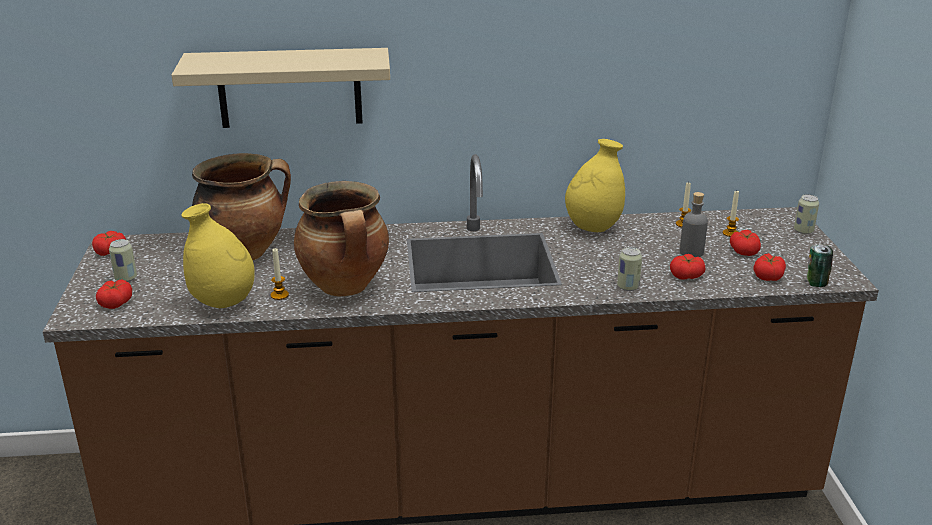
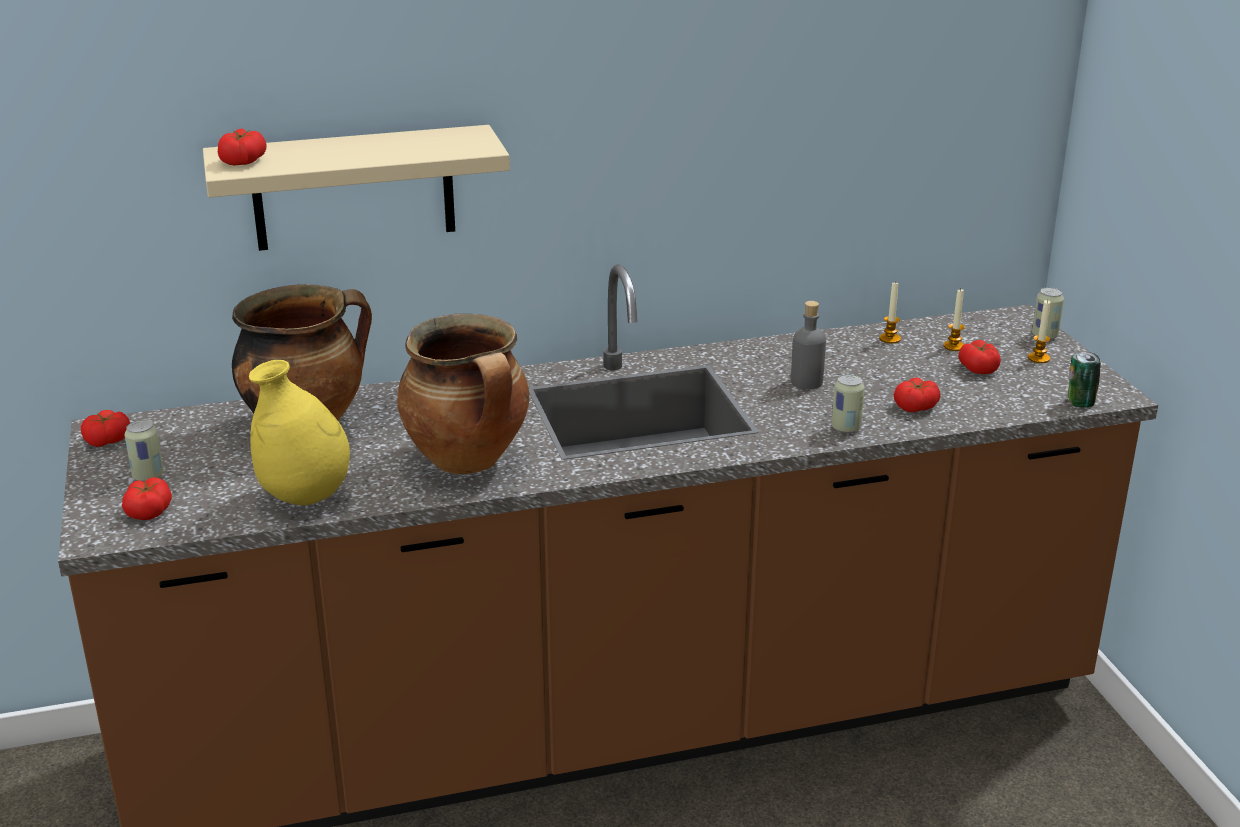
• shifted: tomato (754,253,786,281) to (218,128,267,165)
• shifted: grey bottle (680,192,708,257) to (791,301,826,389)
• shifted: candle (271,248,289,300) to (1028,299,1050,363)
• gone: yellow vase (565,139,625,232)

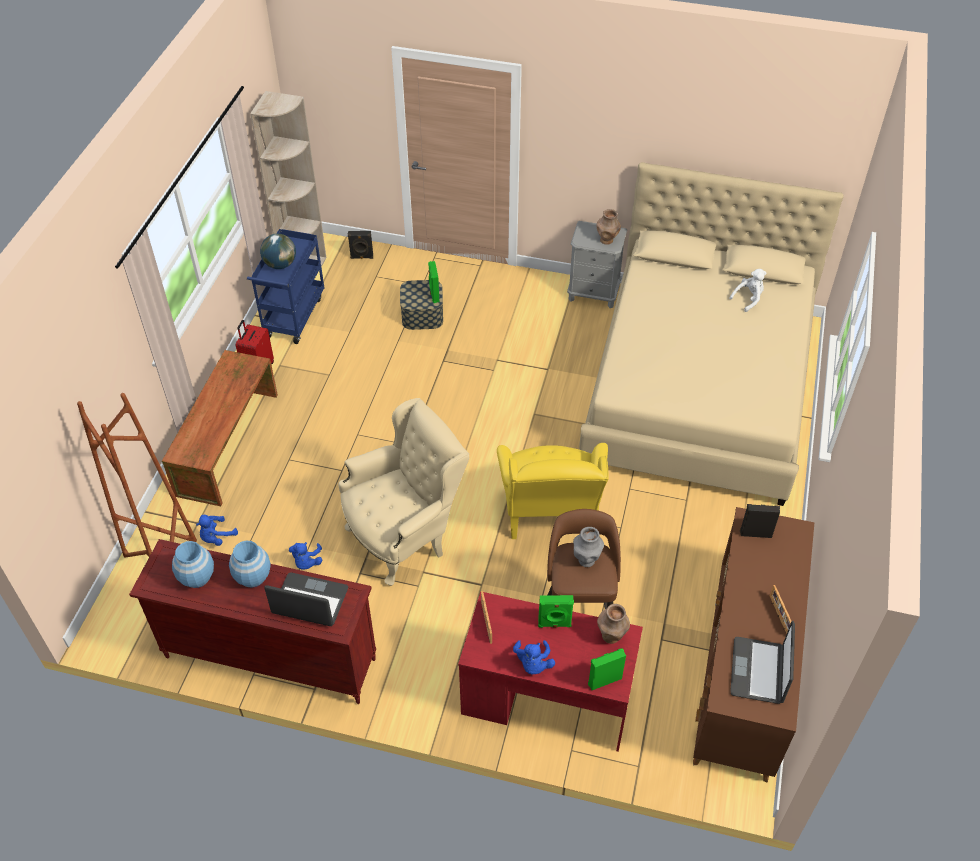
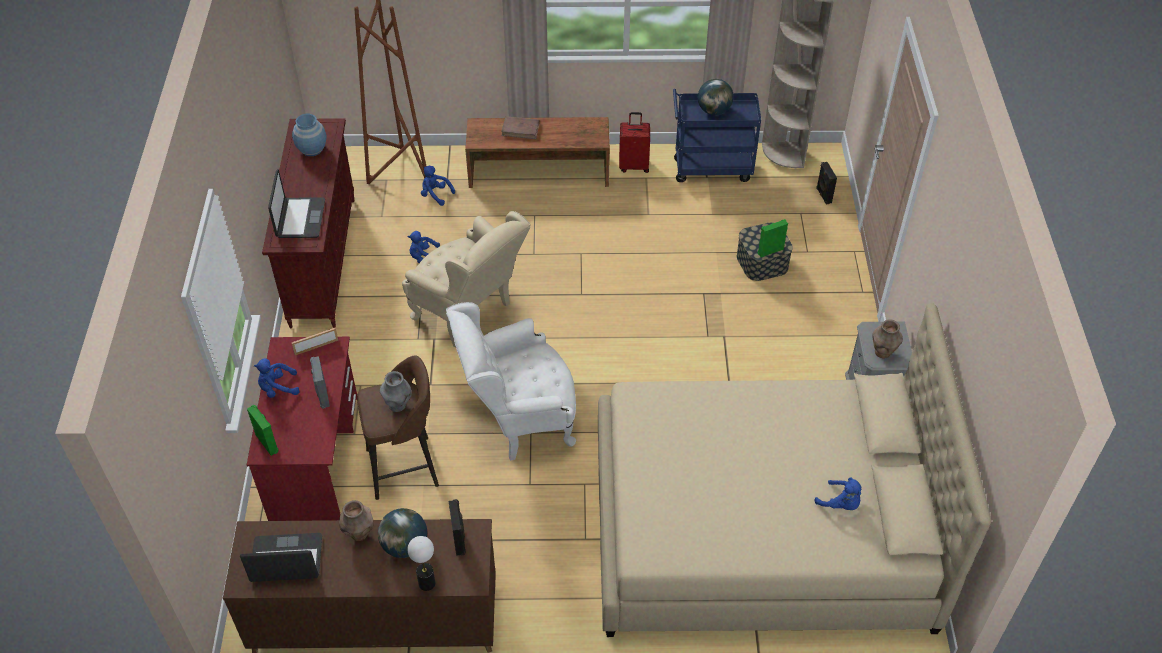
• repainted: green speaker (538,595,574,627) to grey speaker (310,356,330,409)
• shifted: brown vase (597,604,630,644) to (339,500,374,541)
• new: globe (378,508,427,558)
• new: table lamp (407,536,435,591)
• repainted: yellow armchair (497,443,609,539) to white armchair (446,302,576,461)
• new: brown book (501,116,539,139)
• repainted: white plush toy (729,269,766,312) to blue plush toy (815,477,861,510)
• gone: blue vase (229,541,271,587)
• gone: picture frame (770,585,791,634)

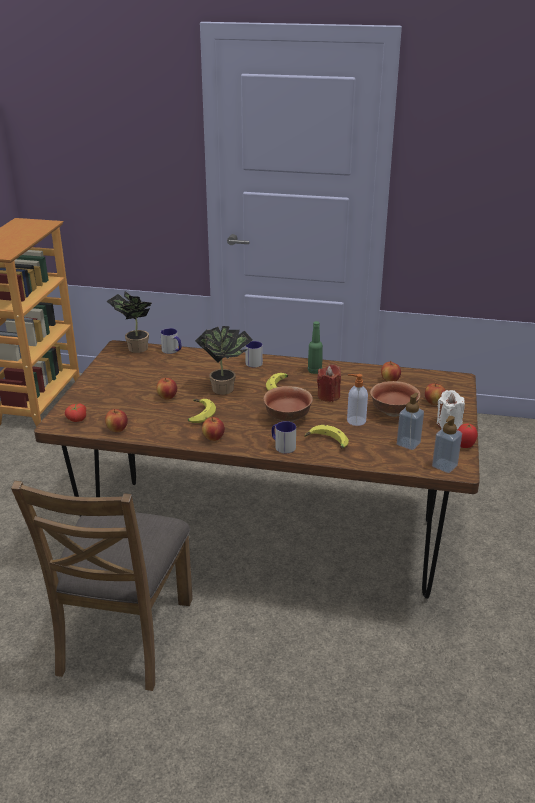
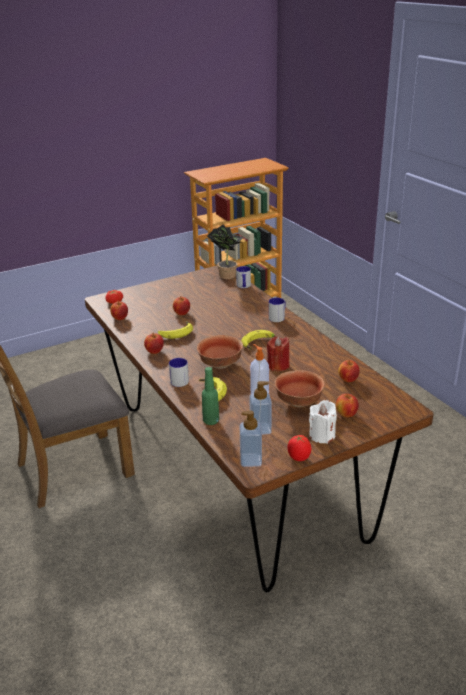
• shifted: green bottle (308,321,323,374) to (202,367,219,425)
• gone: potted plant (195,326,253,395)

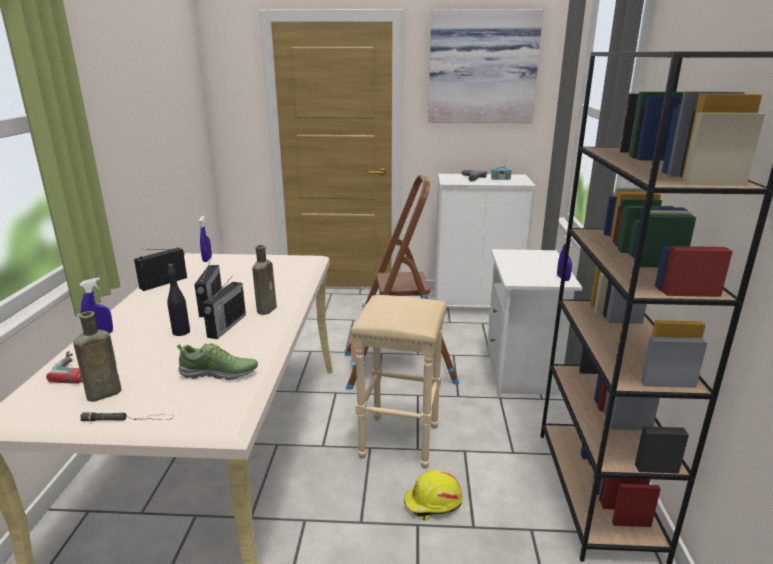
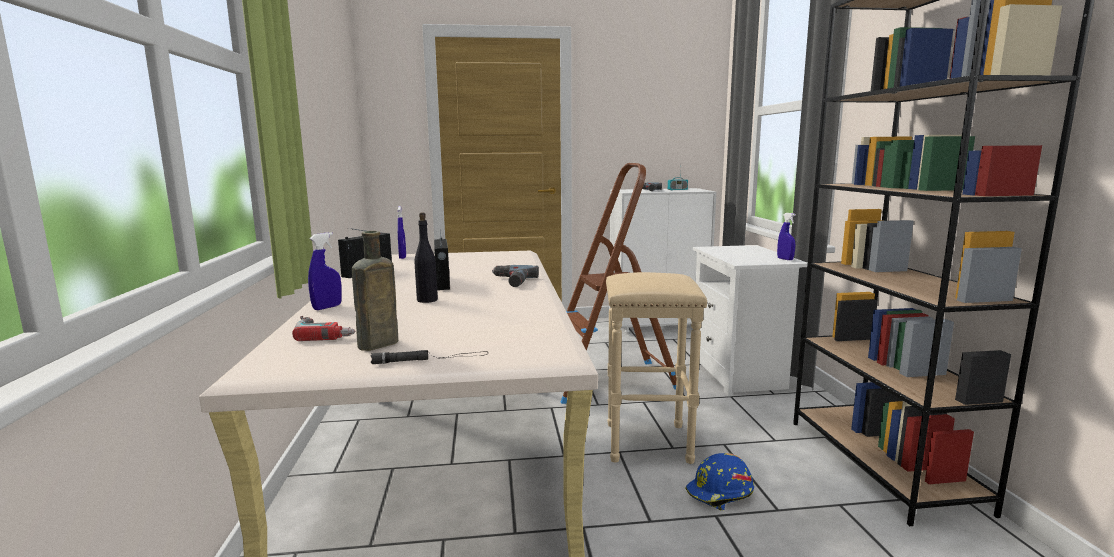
• swapped: brown bottle (252,245,277,315) to power drill (492,265,539,287)
• repainted: yellow hard hat (404,470,463,521) to blue hard hat (685,453,754,510)
• gone: shoe (177,343,258,380)
• gone: radio (202,275,246,339)
• gone: picture (428,9,543,123)

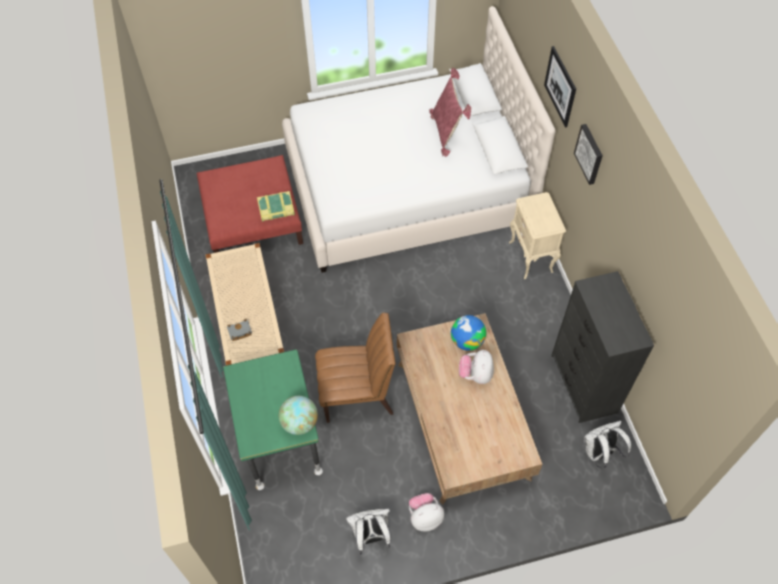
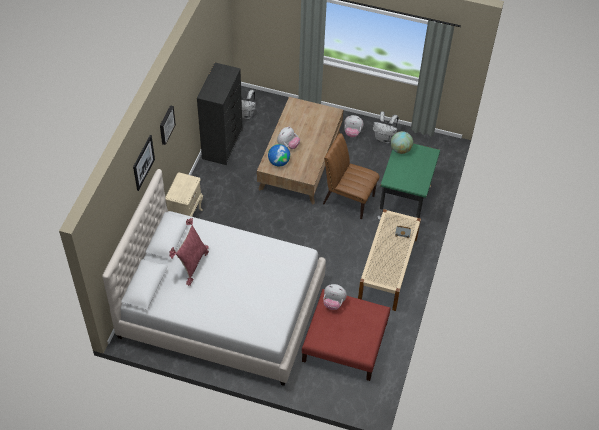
• swapped: book (257,191,295,222) to plush toy (323,284,347,310)

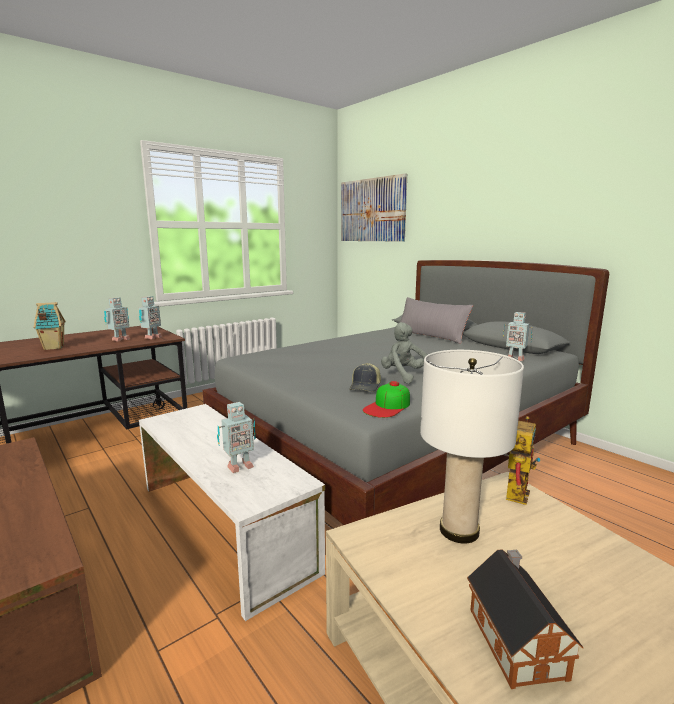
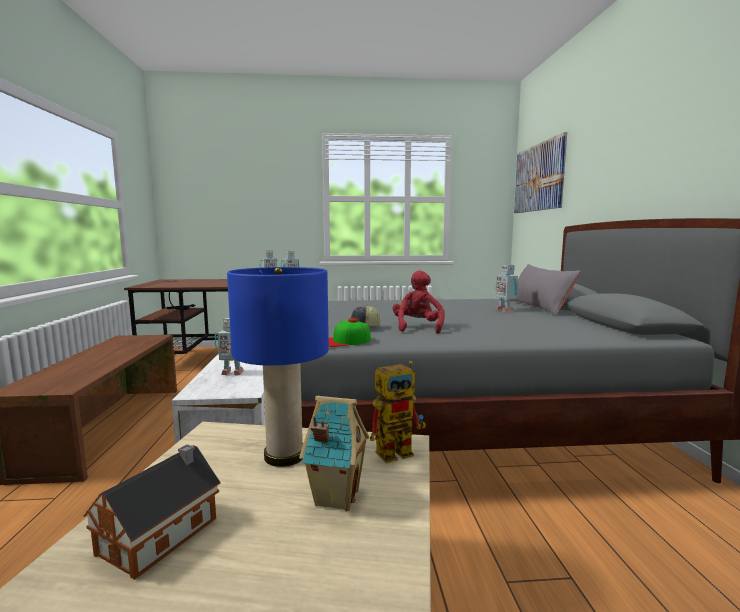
• repainted: white table lamp (420,350,524,543) to blue table lamp (227,267,329,467)
• shifted: toy house (34,302,66,350) to (299,396,369,512)
• repainted: grey plush toy (381,322,427,384) to red plush toy (393,270,445,334)
• shifted: toy robot (503,312,532,361) to (495,264,518,312)

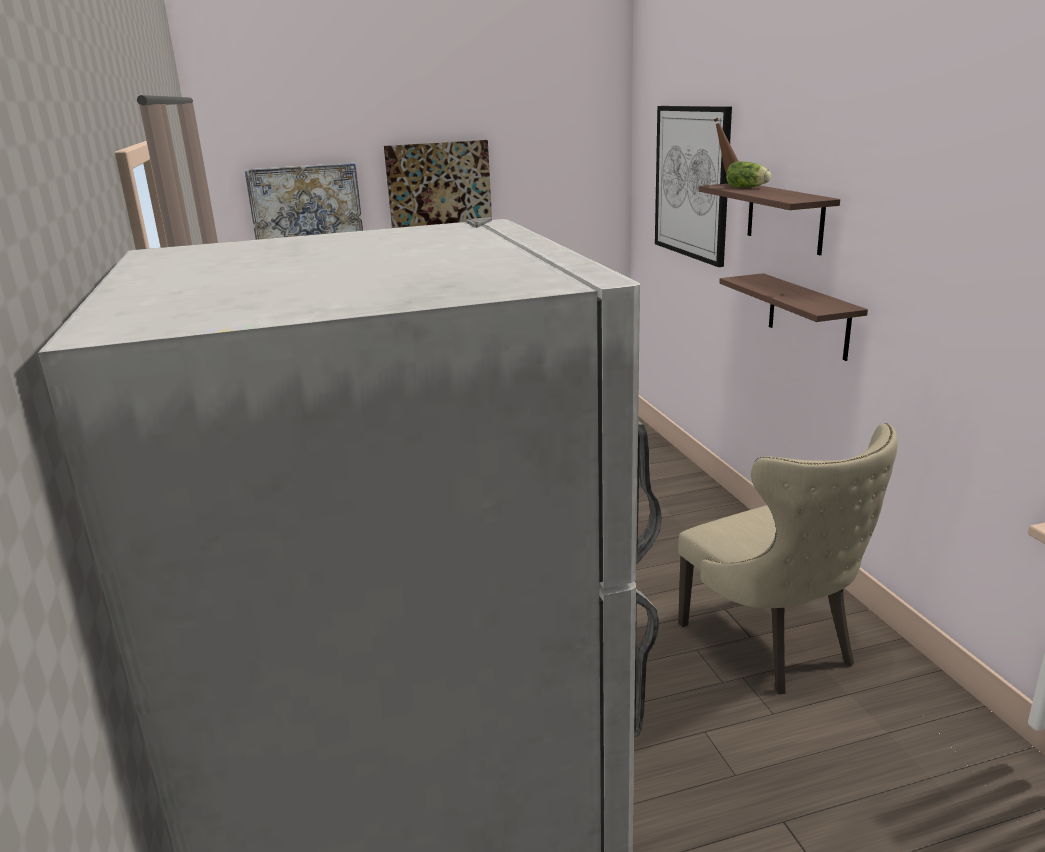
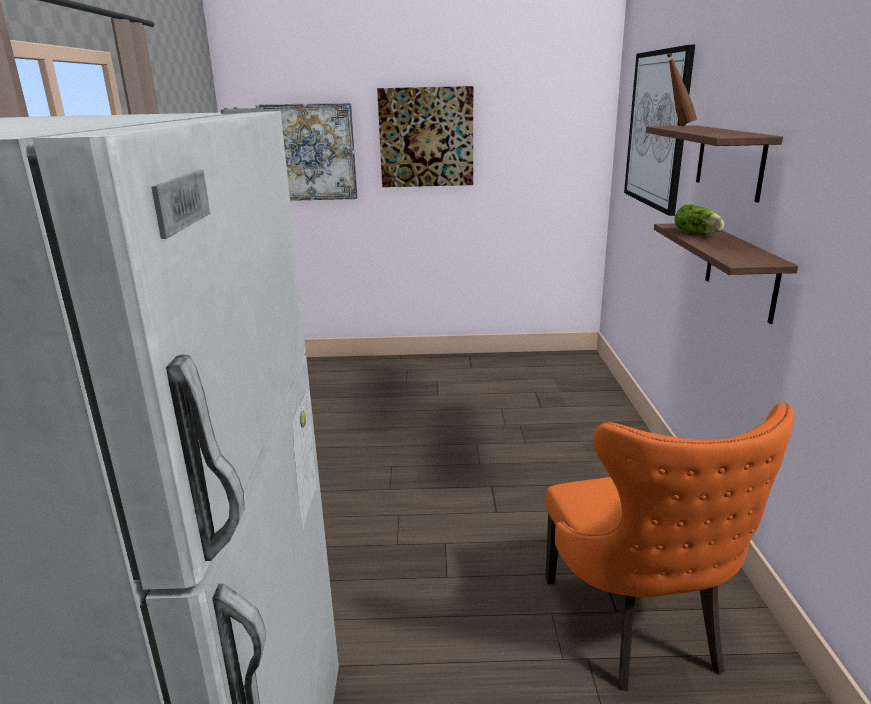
• repainted: beige chair (678,423,898,694) to orange chair (545,403,794,691)
• shifted: lettuce (726,161,771,188) to (674,204,724,235)

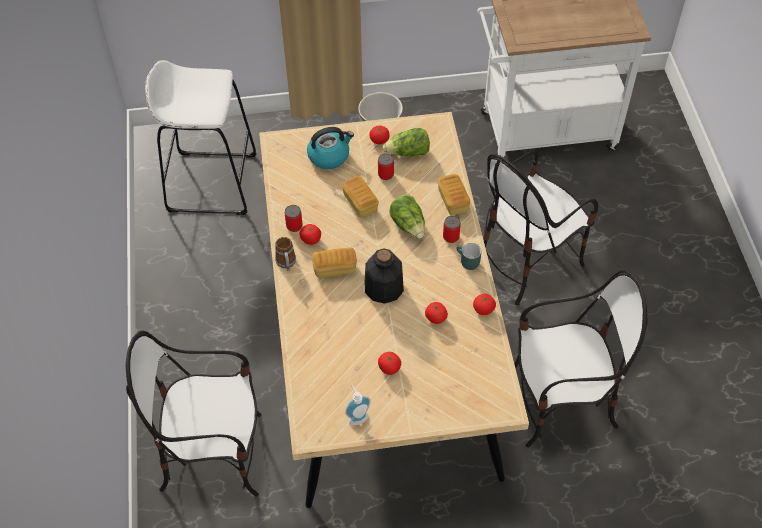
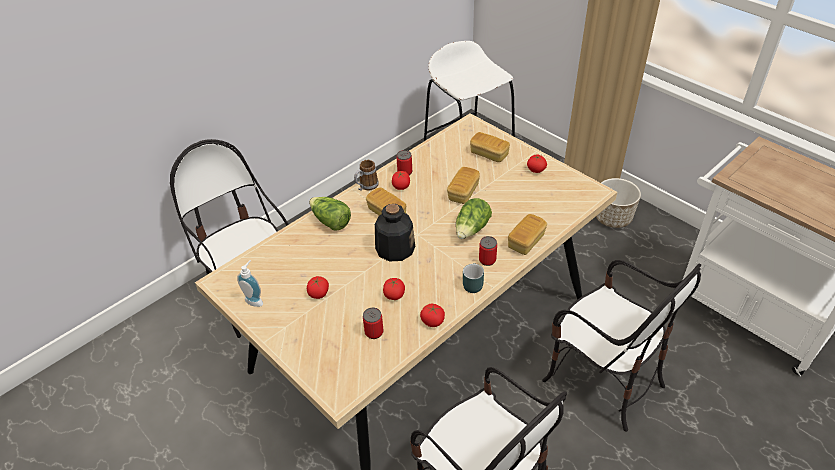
• shifted: lettuce (383,128,430,157) to (309,197,351,231)
• shifted: can (378,153,394,180) to (363,307,384,339)
• swapped: kettle (307,127,354,169) to bread (470,132,510,162)
• rotated: chair (483,150,598,306) = (542,260,701,432) 150 degrees counterclockwise

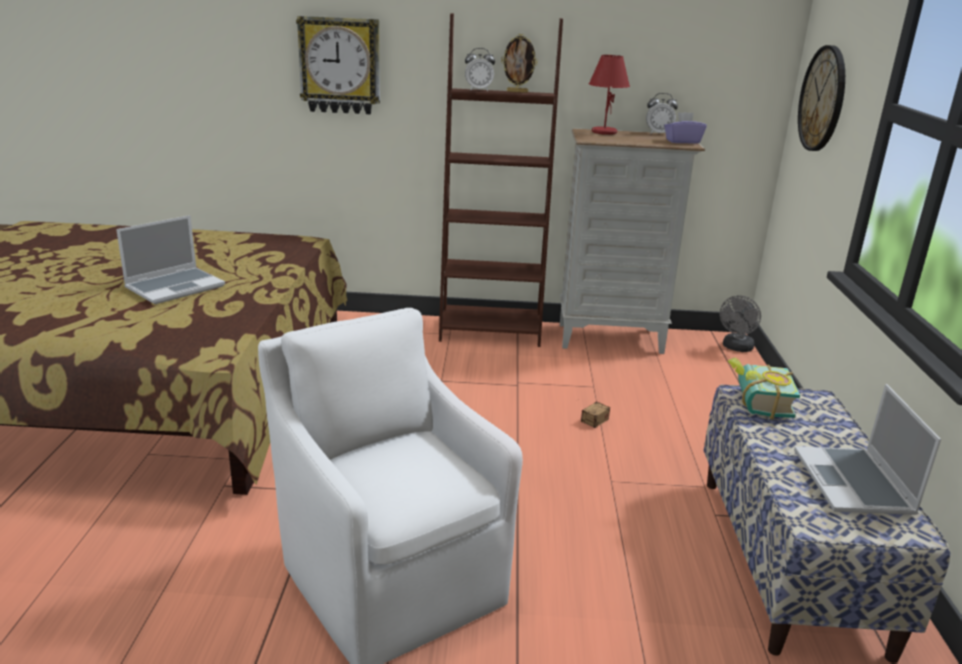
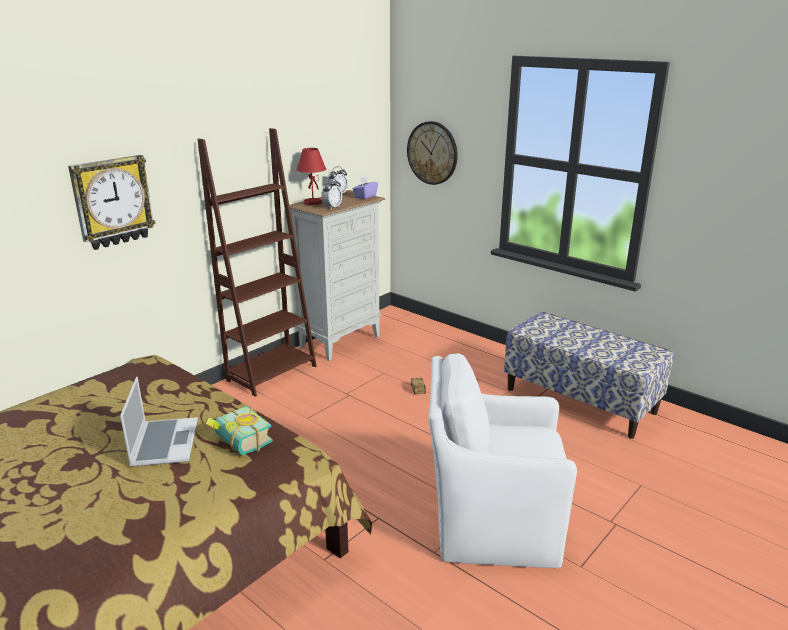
• shifted: book (728,358,800,419) to (206,406,273,455)
• shifted: alarm clock (465,48,495,91) to (321,178,342,209)
• gone: picture frame (501,34,538,93)
• gone: grey fan (720,295,761,352)
• gone: laptop (794,384,941,515)

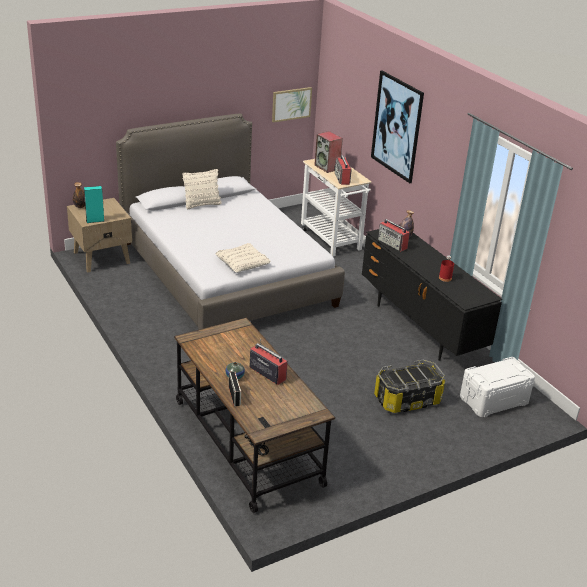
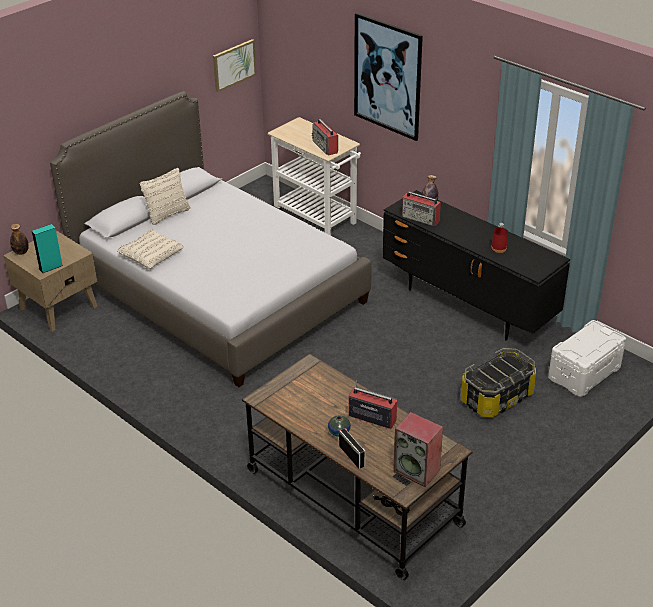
• shifted: beige pillow (216,243,270,273) to (117,229,183,269)
• shifted: speaker (314,131,343,173) to (393,412,443,487)

